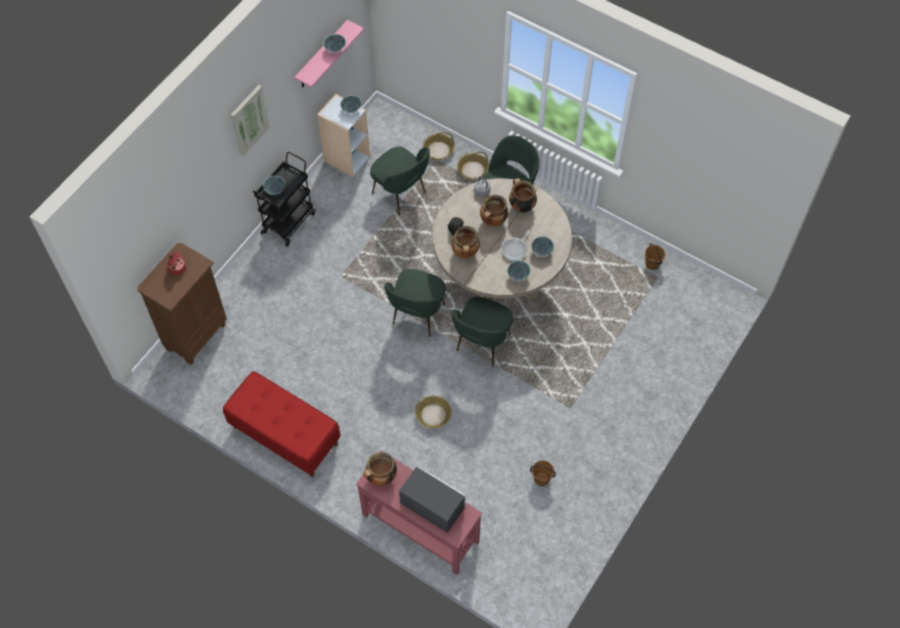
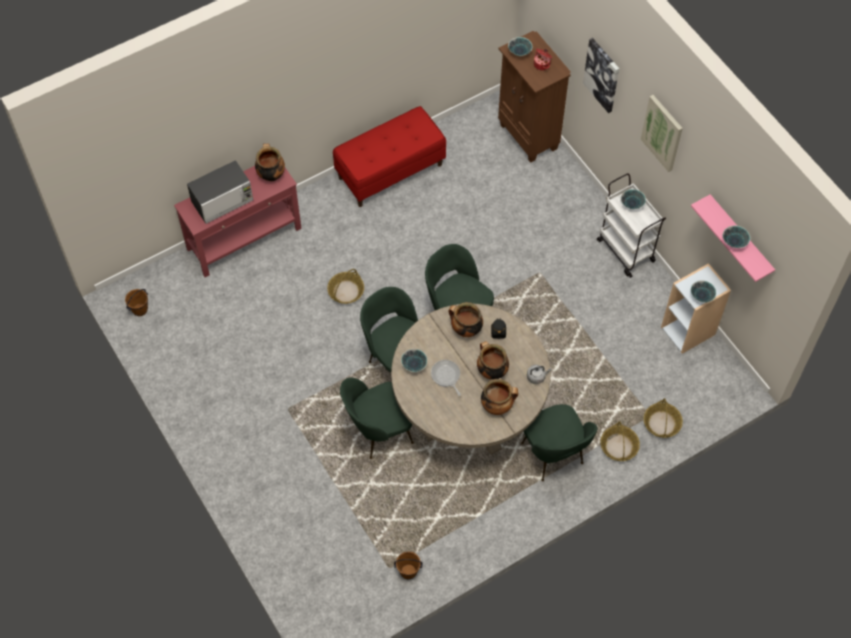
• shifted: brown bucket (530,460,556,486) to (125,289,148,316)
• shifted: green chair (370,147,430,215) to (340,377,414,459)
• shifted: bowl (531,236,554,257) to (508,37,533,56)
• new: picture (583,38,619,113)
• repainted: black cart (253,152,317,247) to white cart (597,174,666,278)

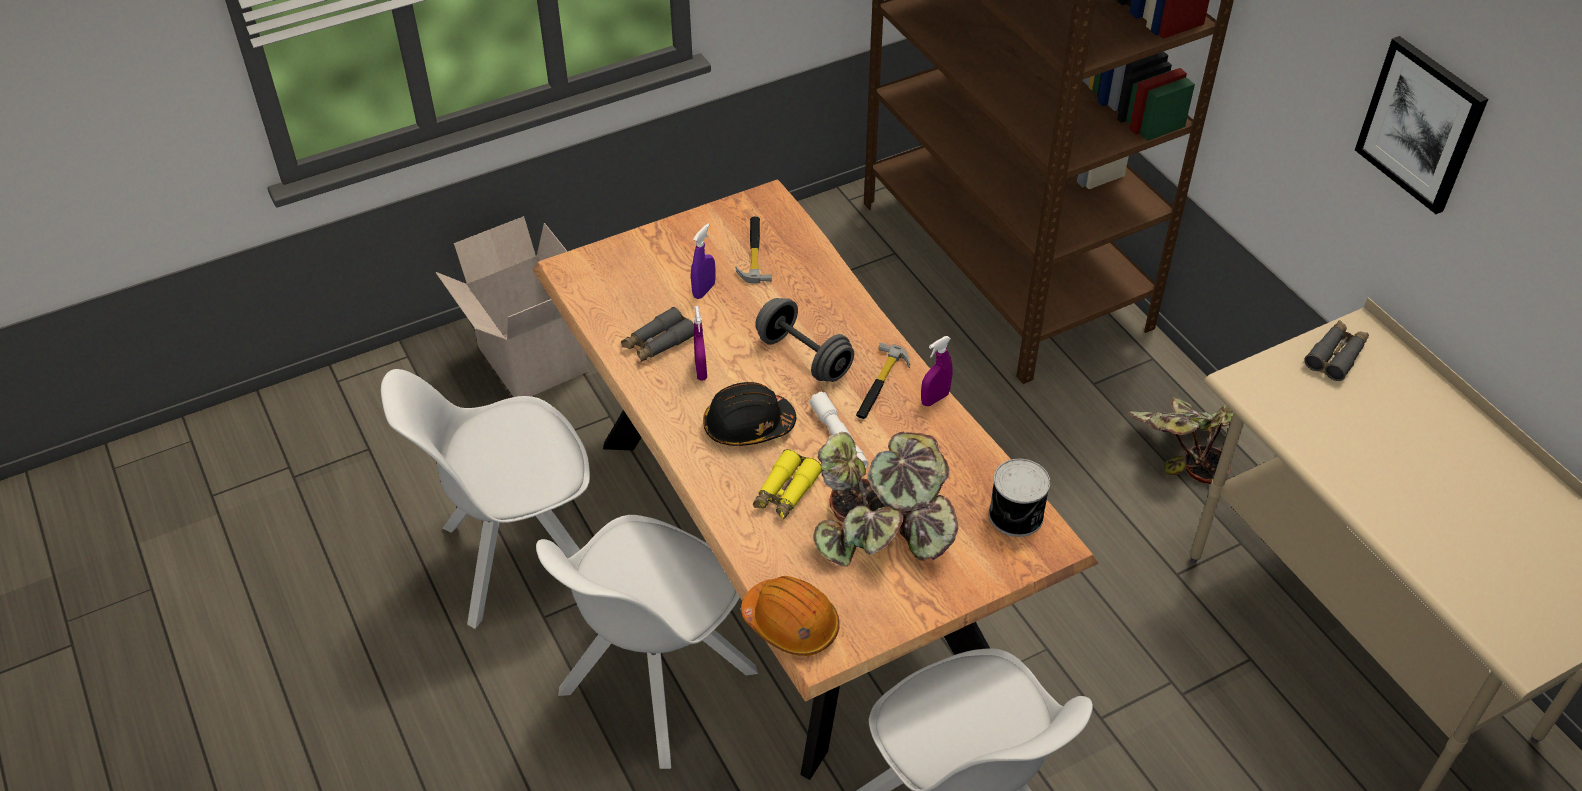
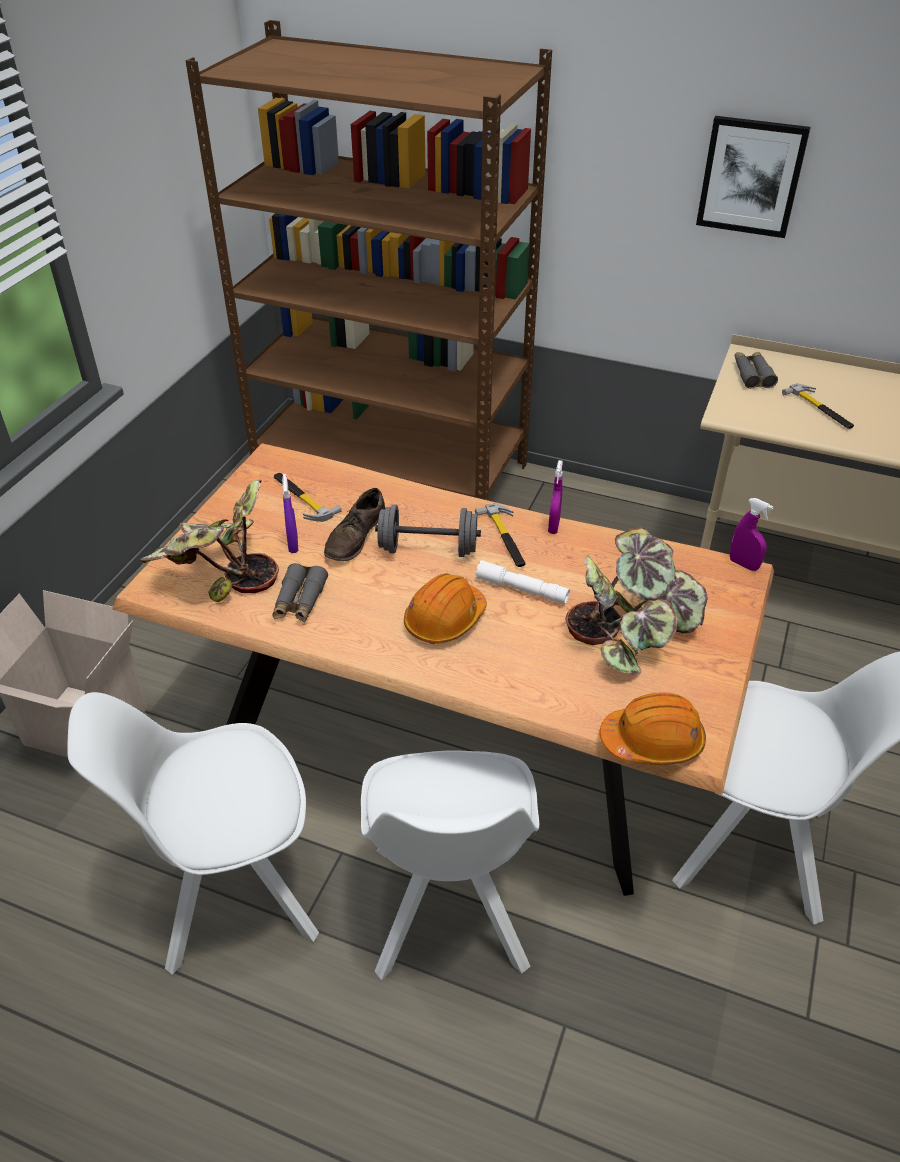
• rotated: white chair (381,369,590,629) = (67,692,319,975) 45 degrees clockwise
• shifted: potted plant (1128,397,1234,484) to (140,480,279,602)
• new: brown shoe (324,488,386,561)
• repainted: black hard hat (703,382,796,446) to orange hard hat (404,573,487,644)
• shifted: purple spray bottle (694,306,707,381) to (730,498,773,571)
• new: hammer (782,384,854,429)
• gone: yellow binoculars (753,449,823,519)
• gone: can (989,459,1050,537)

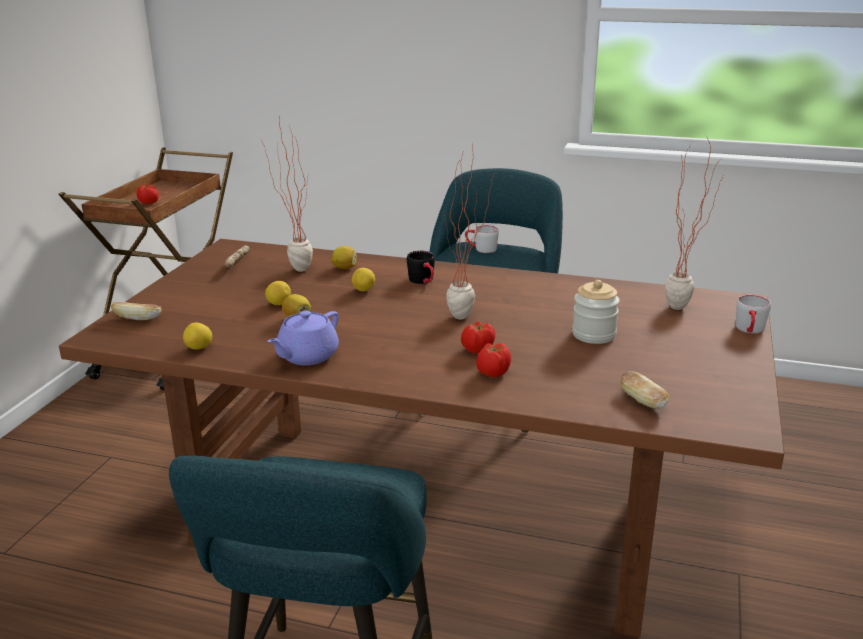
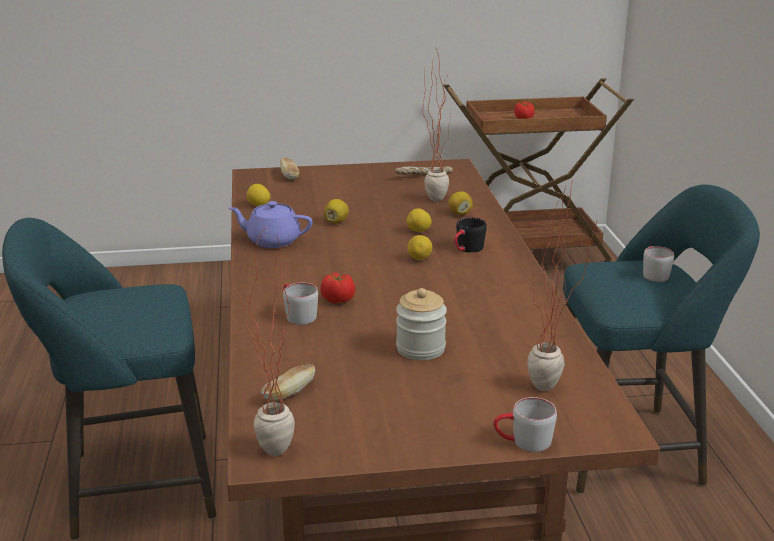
• shifted: potted plant (443,149,496,320) to (232,229,295,456)
• swapped: tomato (476,343,511,377) to grey mug (283,283,318,325)
• shifted: lemon (265,281,291,305) to (408,235,432,260)

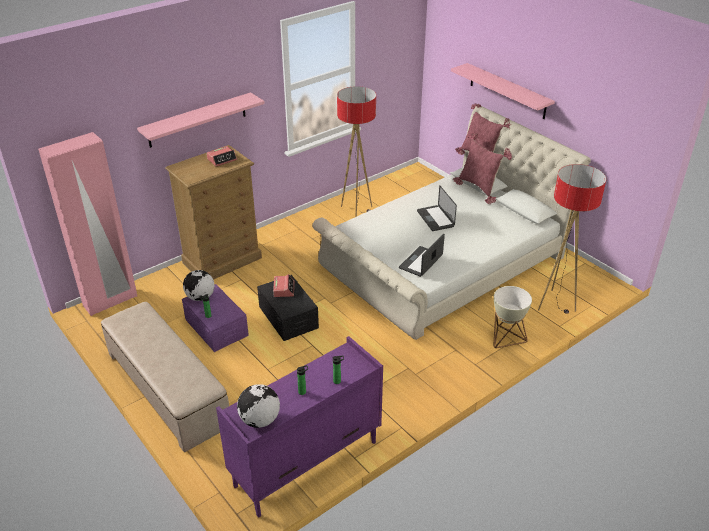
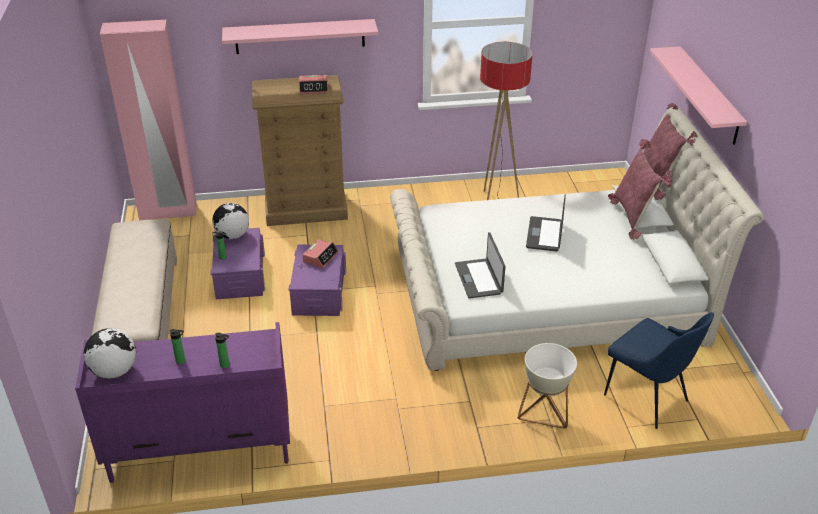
• repainted: black storage box (257,275,319,341) to purple storage box (288,245,346,316)
• rotated: laptop (399,234,445,277) = (455,232,506,299) 75 degrees counterclockwise
• swapped: floor lamp (538,164,607,314) to blue chair (604,312,714,429)

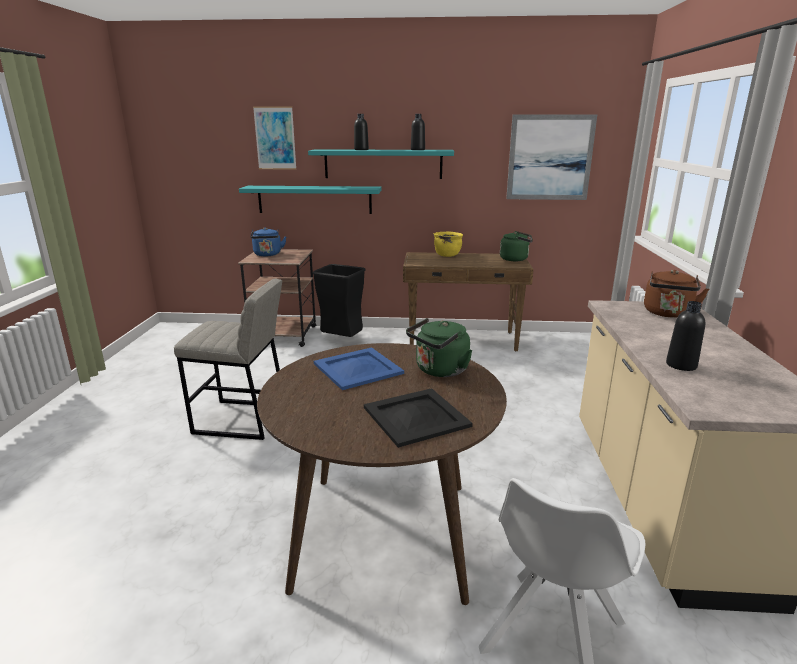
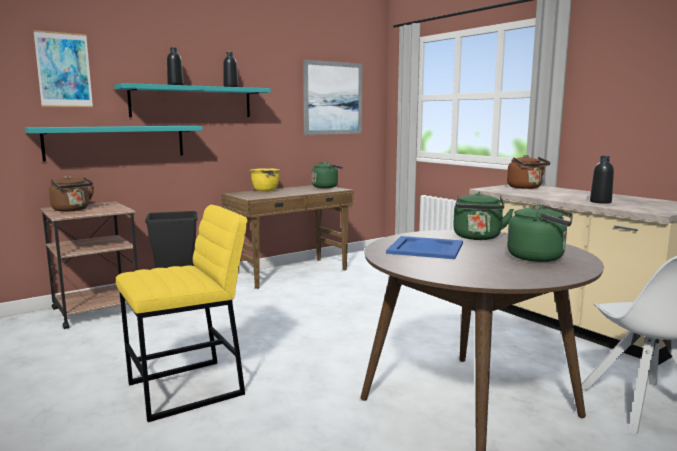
• repainted: blue kettle (250,227,286,256) to brown kettle (49,176,94,212)
• repainted: grey chair (174,278,282,440) to yellow chair (116,205,247,422)
• swapped: black tray (364,388,473,448) to green kettle (507,204,573,262)

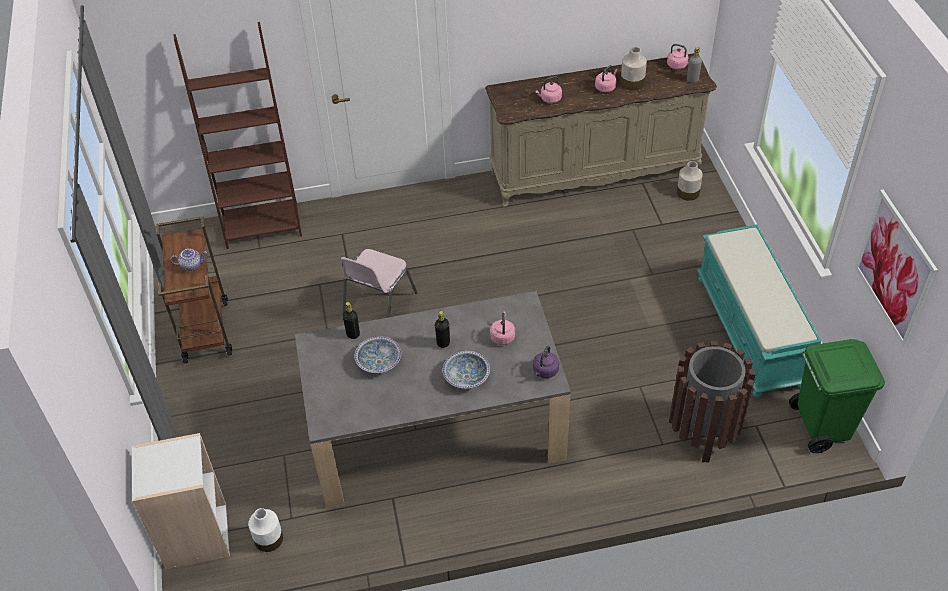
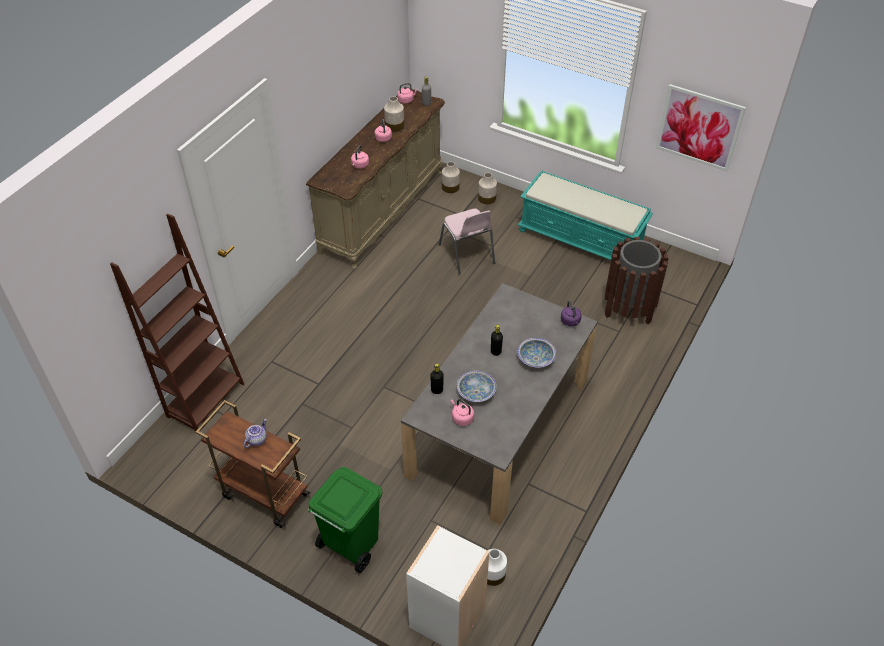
• shifted: green trash can (789,339,885,453) to (308,467,382,573)
• shifted: pink chair (341,249,418,320) to (439,209,495,275)
• shifted: pink kettle (490,311,515,345) to (451,399,474,426)
• new: beige vase (478,173,497,204)

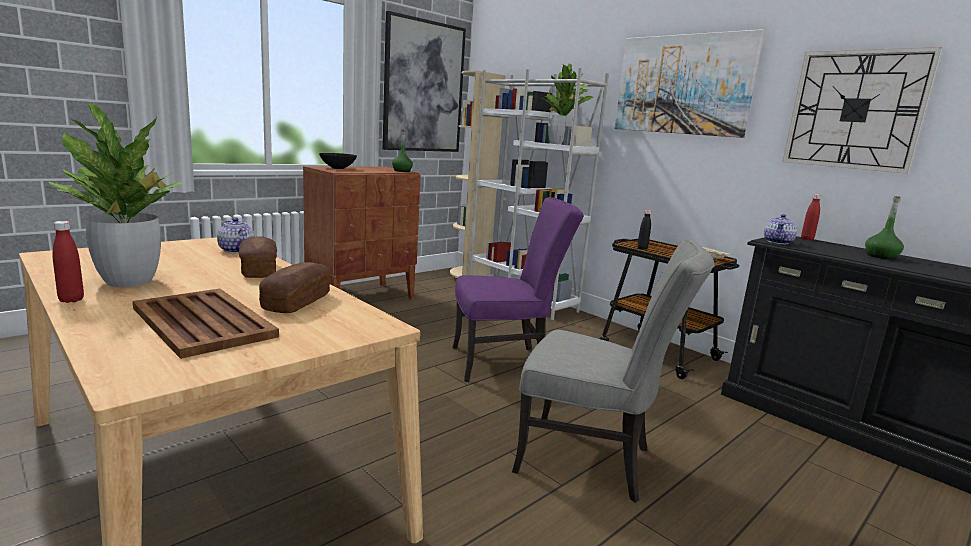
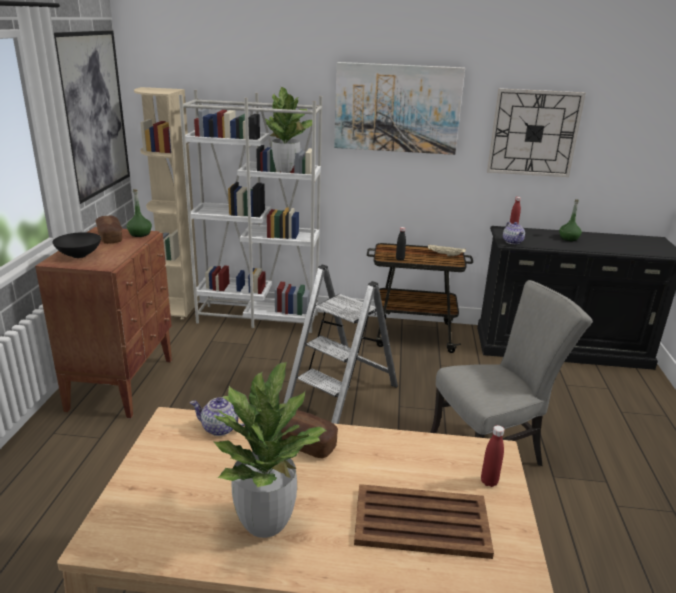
• shifted: bread (259,262,331,313) to (96,216,122,244)
• swapped: purple chair (453,197,584,382) to grey step ladder (284,264,398,424)
• shifted: red bottle (53,221,84,303) to (481,425,504,487)

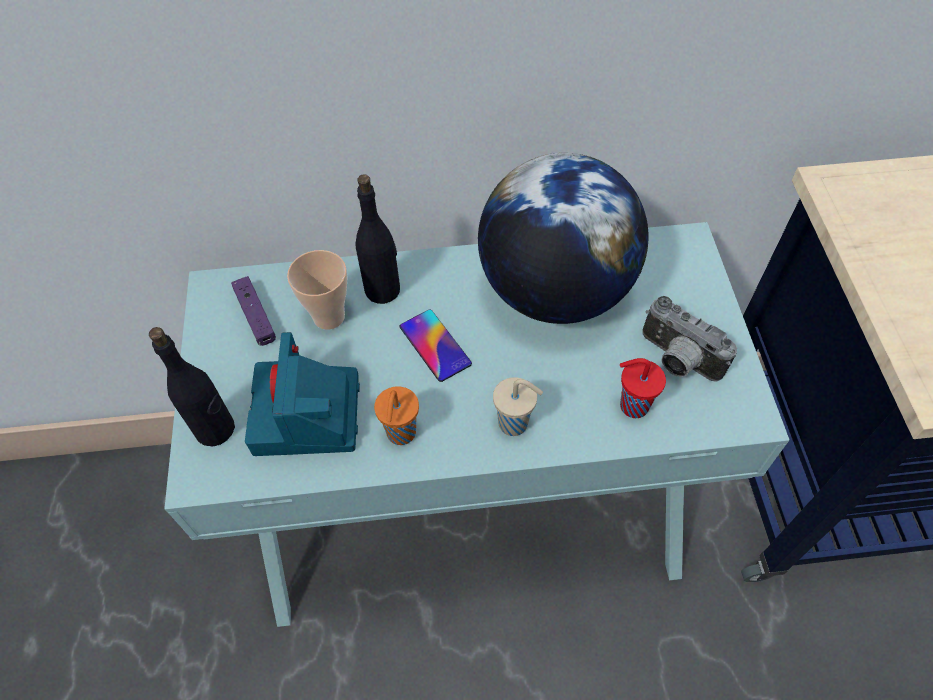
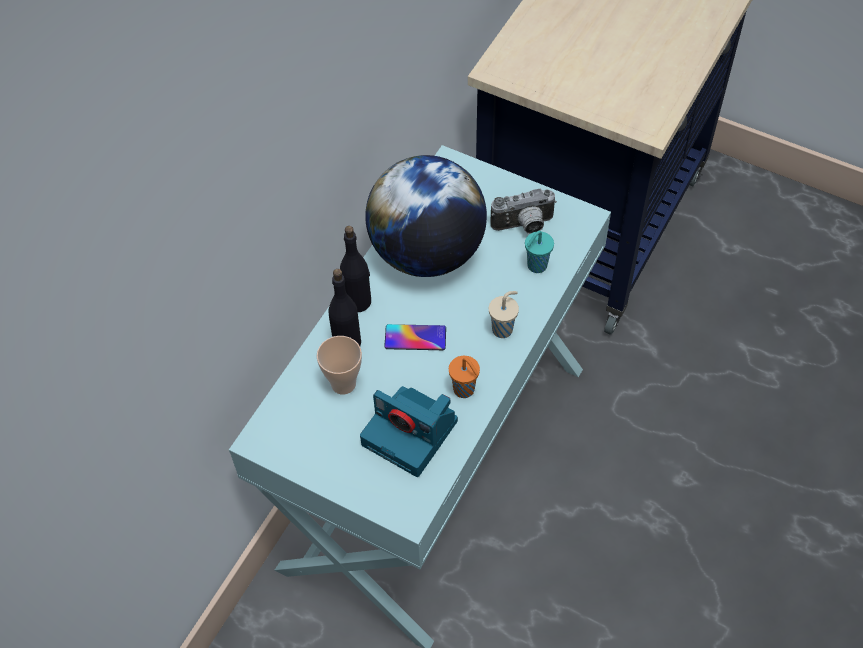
• shifted: black bottle (149,327,235,447) to (340,226,371,312)
• repainted: red cup (620,358,666,418) to turquoise cup (525,231,554,273)
• gone: purple game controller (231,276,276,346)

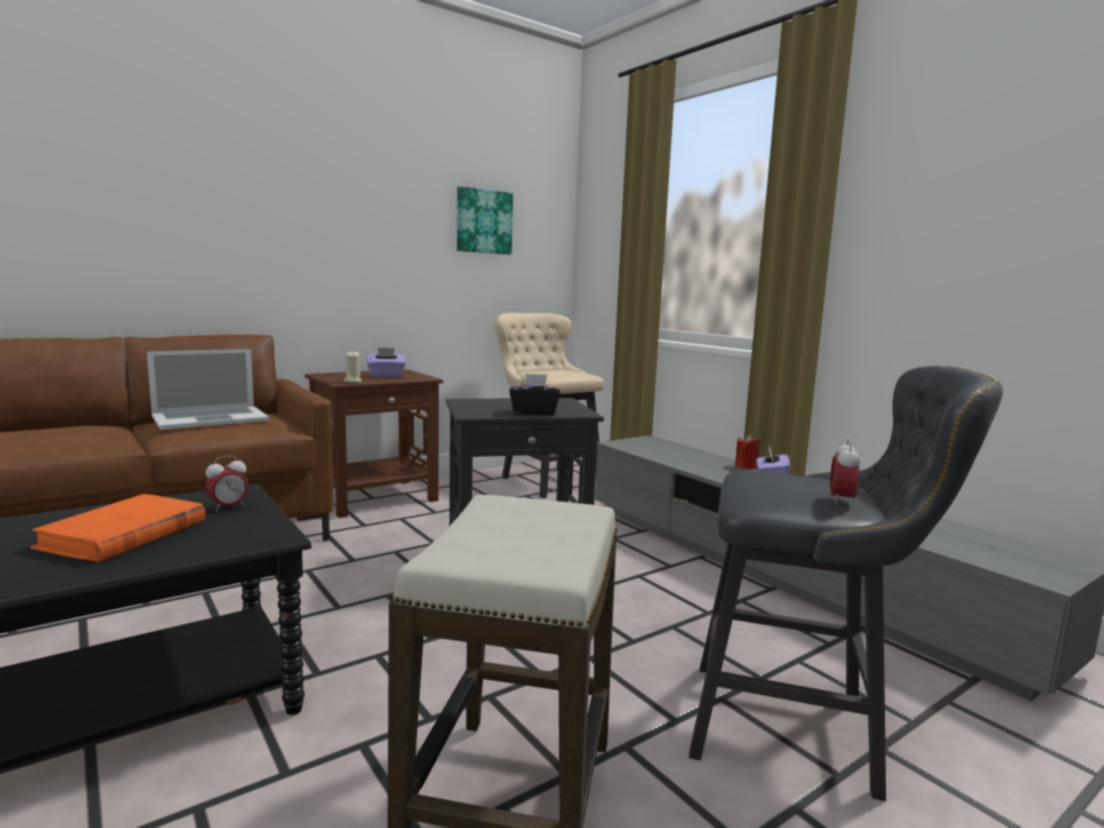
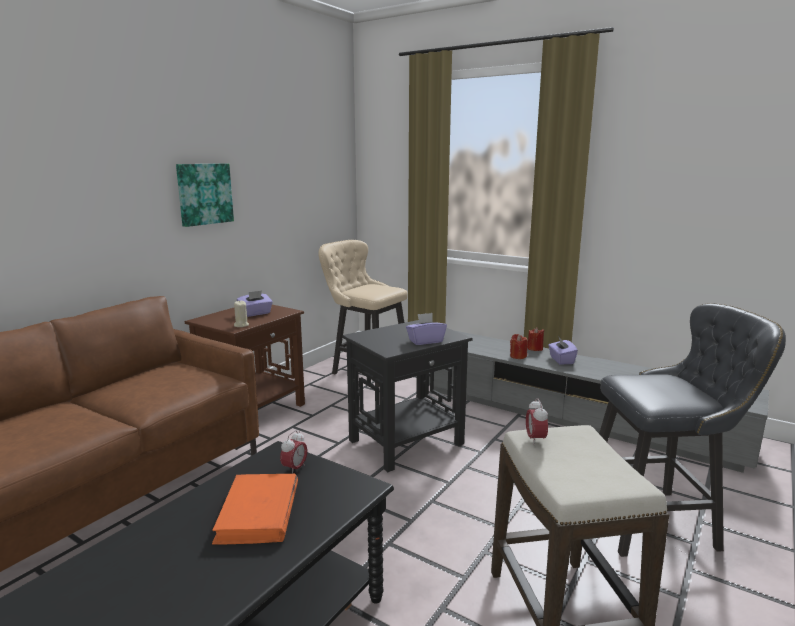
• shifted: picture (457,186,513,254) to (176,163,234,227)
• repainted: black tissue box (509,374,560,415) to purple tissue box (406,313,447,345)
• new: red candle (510,334,528,359)
• shifted: alarm clock (830,439,860,505) to (526,398,548,445)
• gone: laptop (147,349,269,430)

